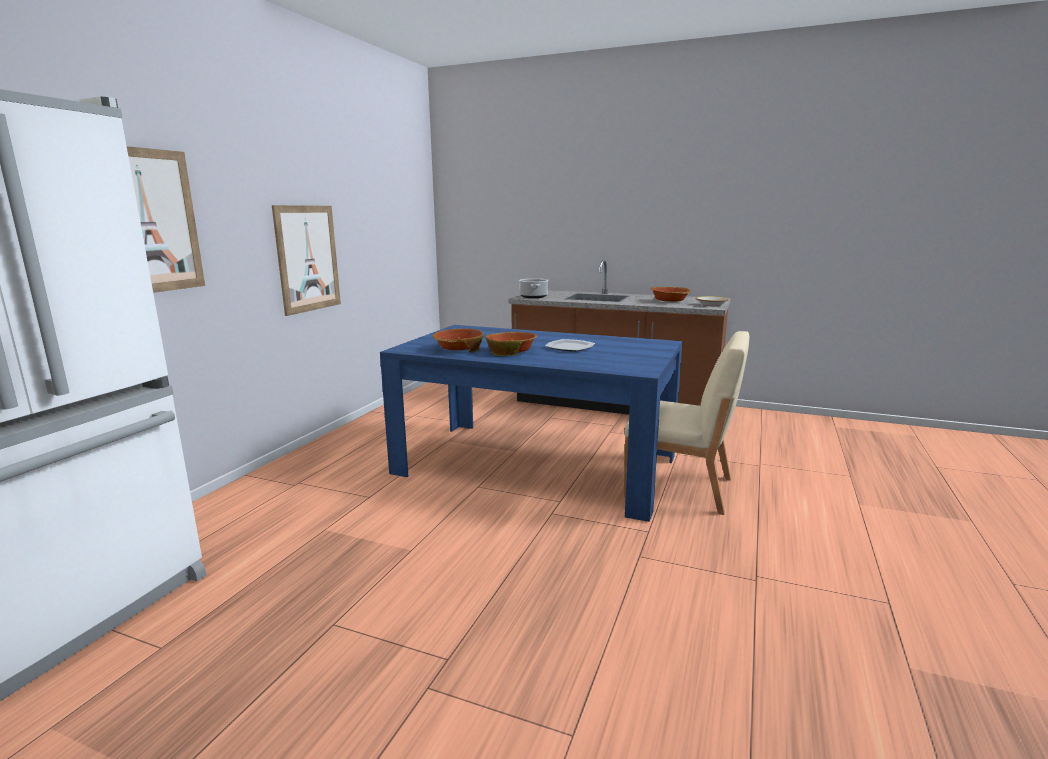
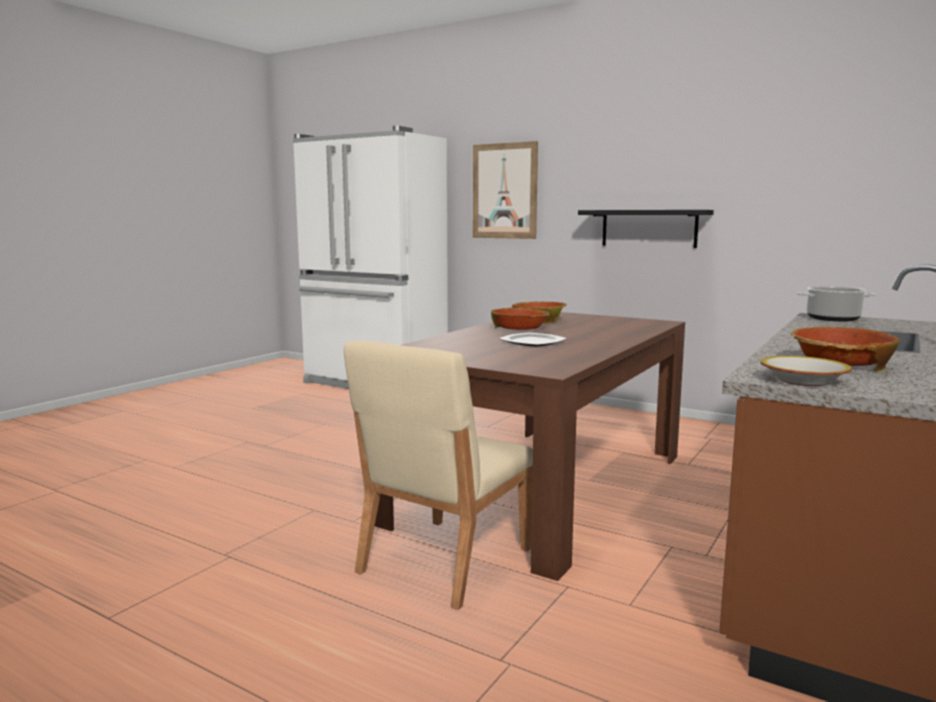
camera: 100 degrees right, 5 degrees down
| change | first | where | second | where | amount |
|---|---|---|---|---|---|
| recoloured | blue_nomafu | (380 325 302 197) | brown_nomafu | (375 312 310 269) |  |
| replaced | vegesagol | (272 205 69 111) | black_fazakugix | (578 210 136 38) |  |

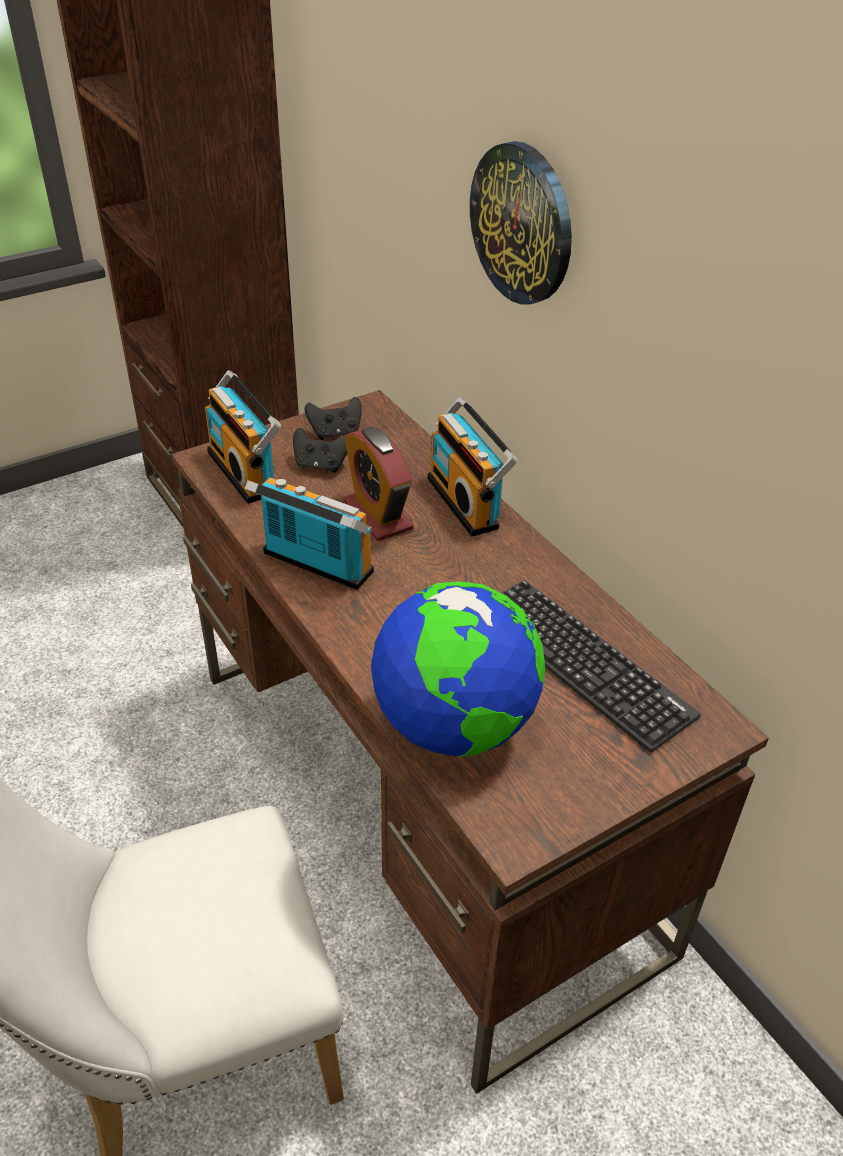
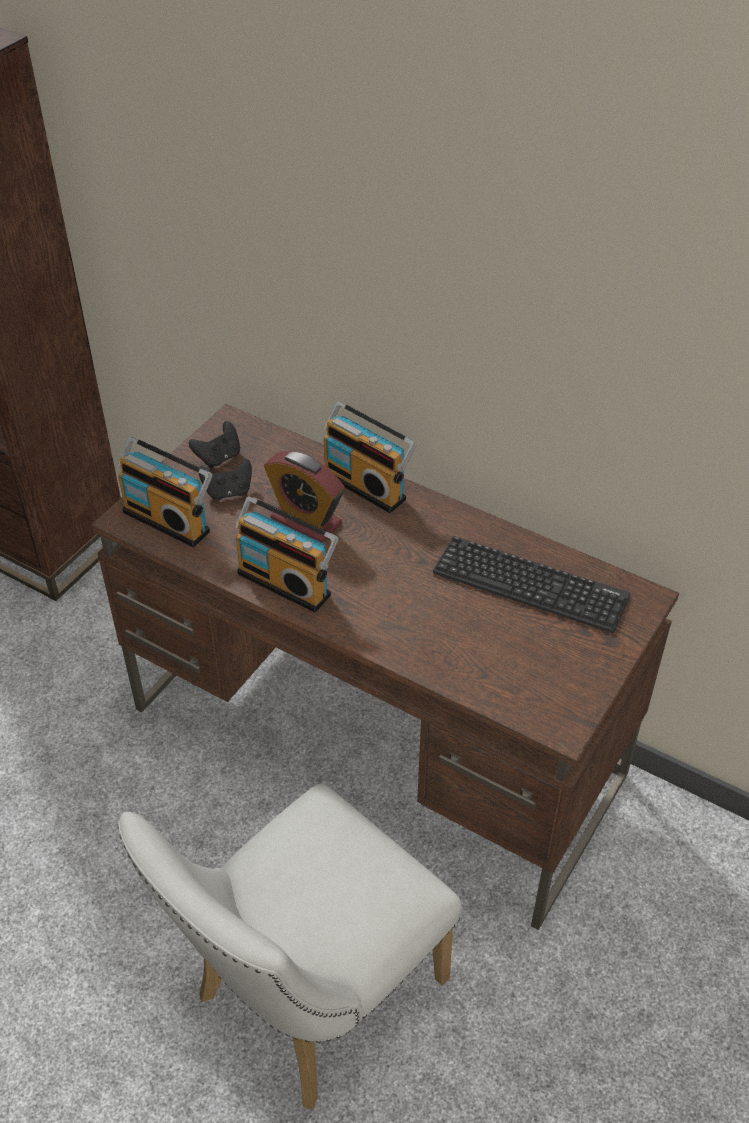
camera: 25 degrees left, 5 degrees up
| change | first | where | second | where | amount |
|---|---|---|---|---|---|
| turned | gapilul | (244 477 130 113) |  | (235 496 104 117) | 150 degrees counterclockwise |
| removed | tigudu | (371 581 174 176) |  |  |  |
| removed | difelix | (470 141 102 164) |  |  |  |

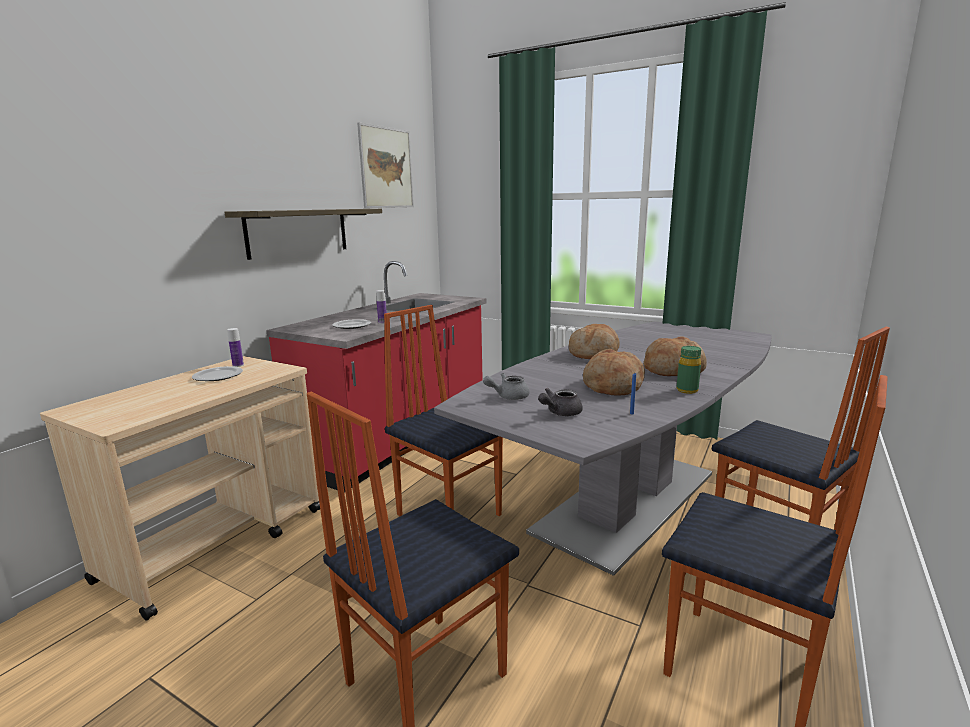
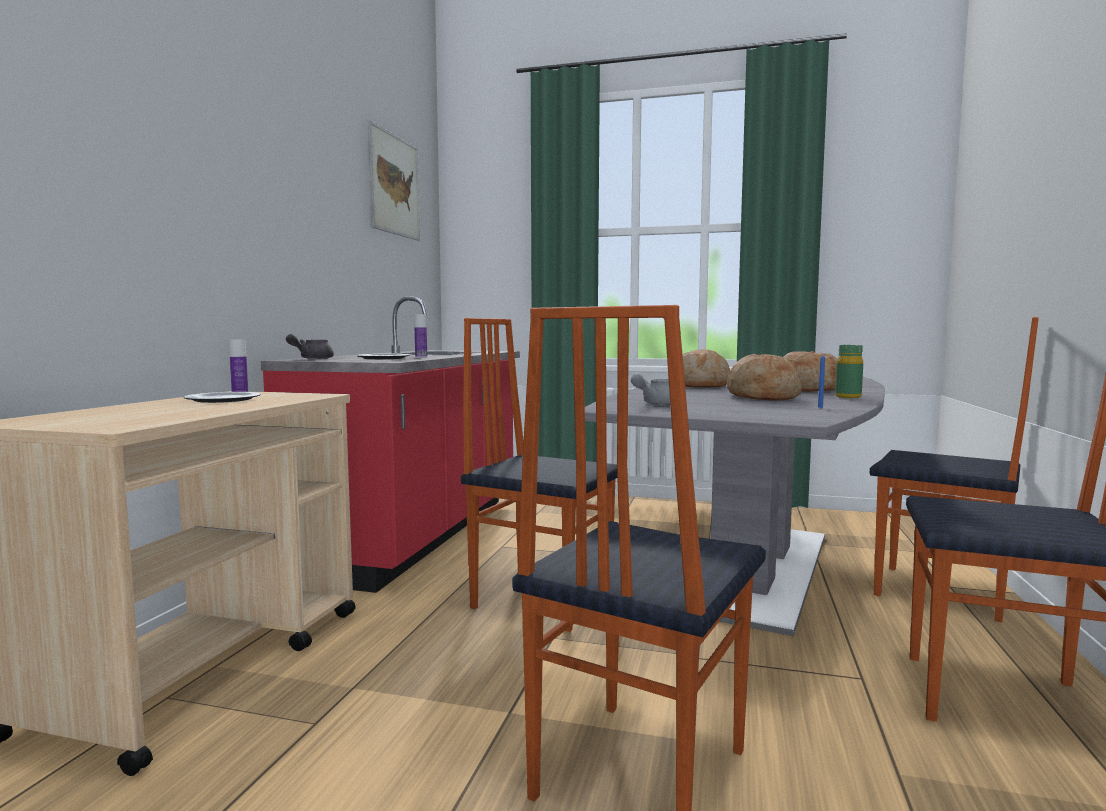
camera: 15 degrees left, 10 degrees down
| change | first | where | second | where | amount |
|---|---|---|---|---|---|
| moved | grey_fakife | (538 388 45 28) |  | (286 334 48 25) |  |
| removed | fazakugix | (225 209 157 51) |  |  |  |

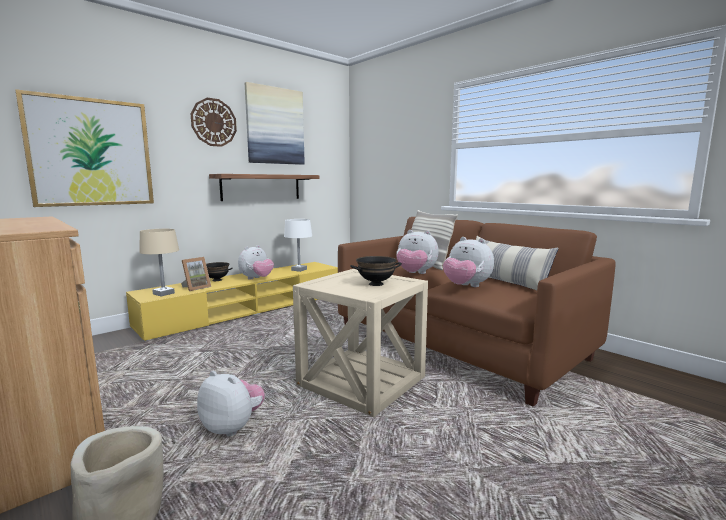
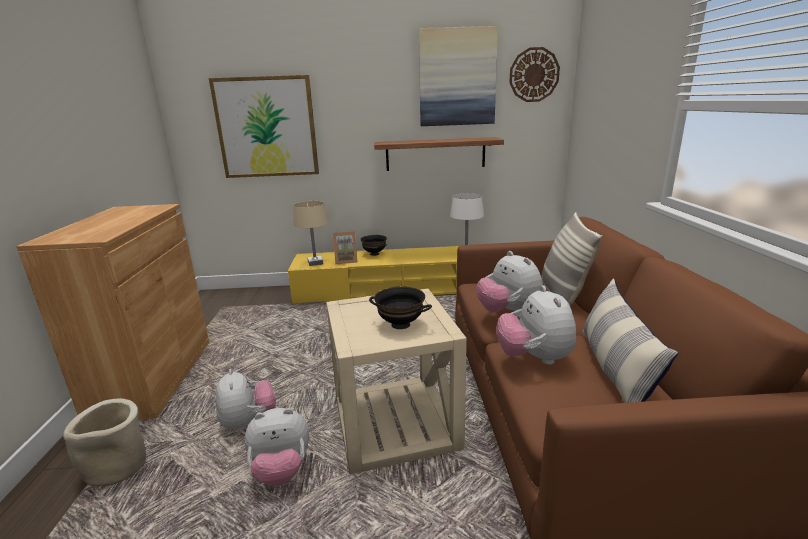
camera: 40 degrees right, 10 degrees up
| change | first | where | second | where | amount |
|---|---|---|---|---|---|
| moved | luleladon | (238 245 36 34) |  | (245 408 64 78) |  |
| moved | difelix | (191 98 46 49) |  | (509 47 51 55) |  |

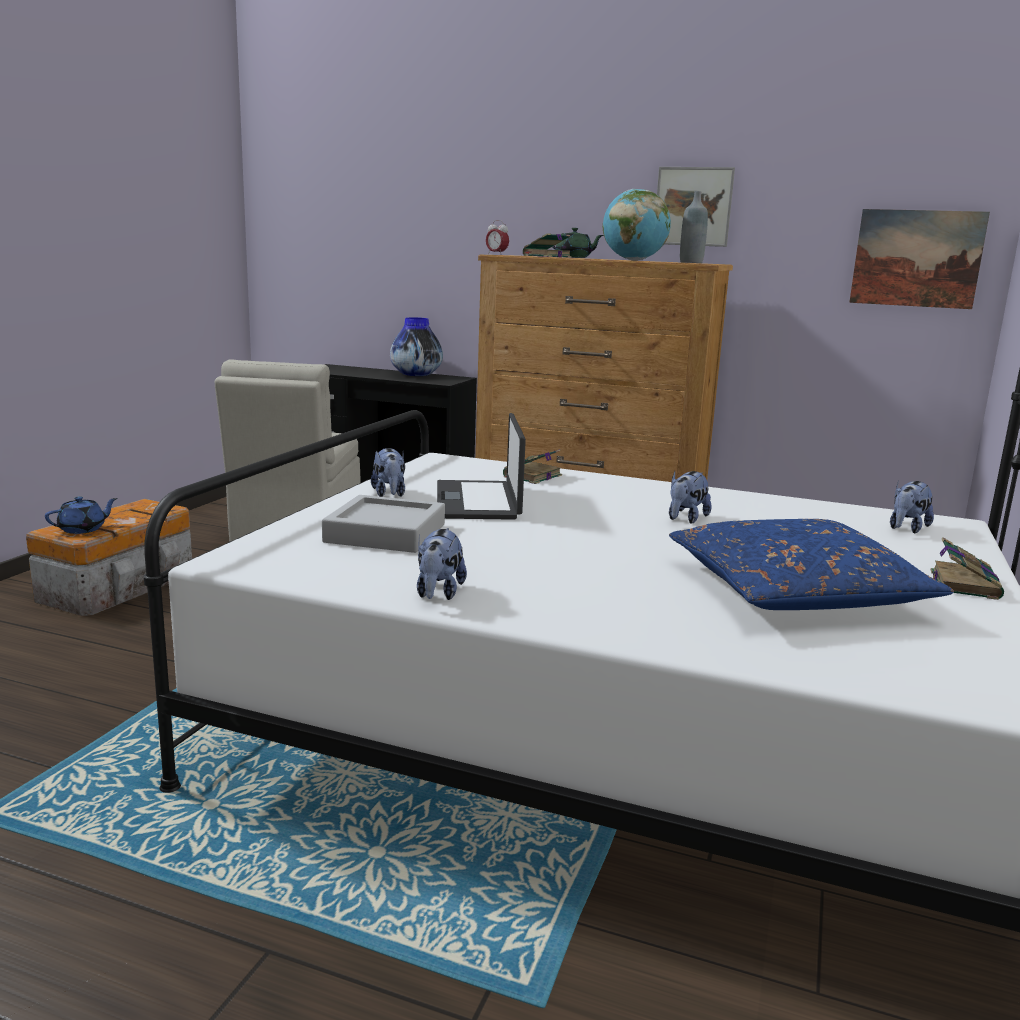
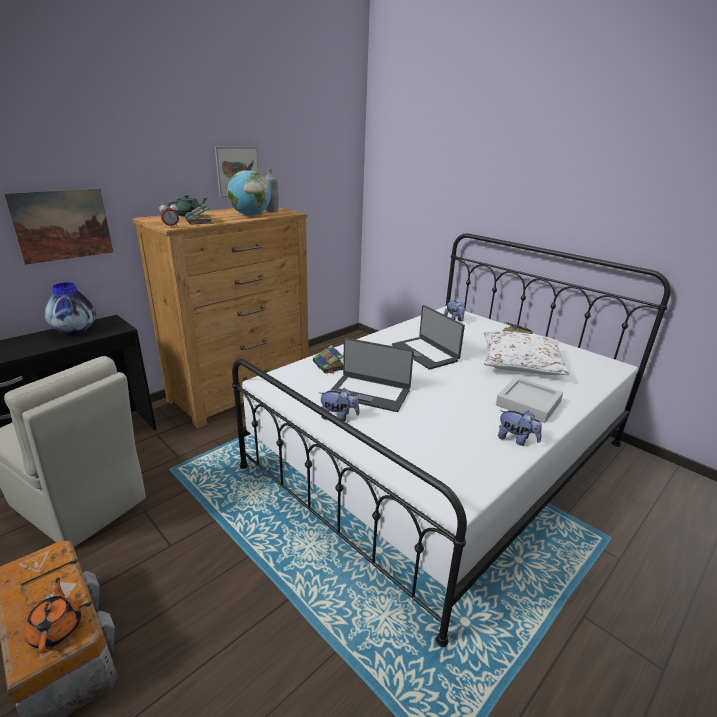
camera: 65 degrees left, 10 degrees up
| change | first | where | second | where | amount |
|---|---|---|---|---|---|
| moved | vegesagol | (849 209 141 100) |  | (4 188 109 77) |  |
| recoloured | blue_fakife | (45 496 72 38) | orange_fakife | (25 578 56 76) |  |
| replaced | luleladon | (669 471 43 53) | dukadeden | (392 305 73 65) |  |
| recoloured | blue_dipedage | (669 519 285 91) | white_dipedage | (483 331 87 44) |  |
| moved | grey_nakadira | (322 495 123 58) |  | (496 377 67 46) |  |

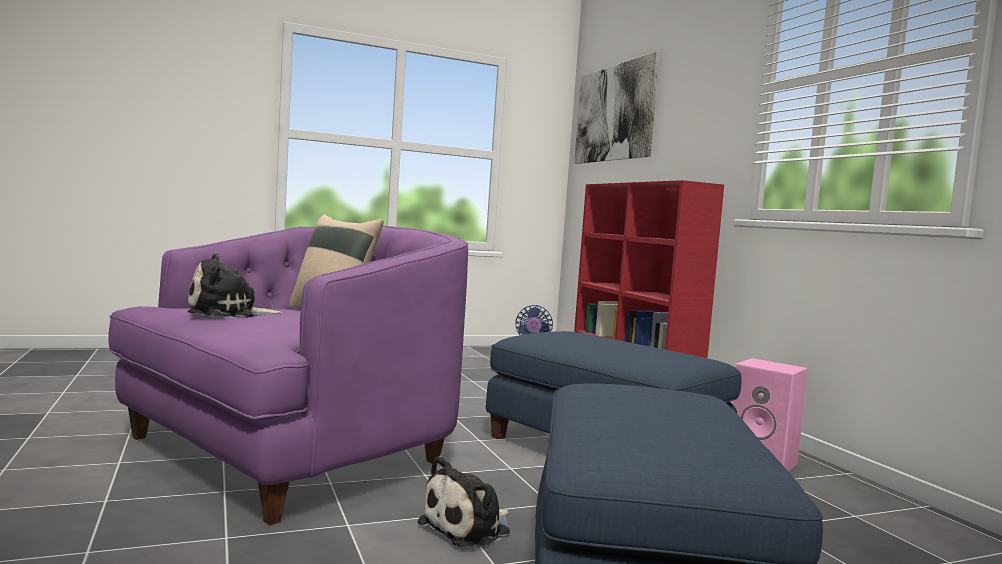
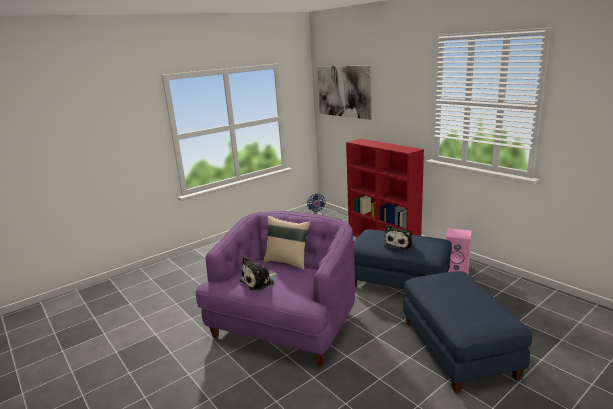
camera: 15 degrees left, 15 degrees up
| change | first | where | second | where | amount |
|---|---|---|---|---|---|
| moved | luleladon | (417 455 93 93) |  | (384 225 29 25) |  |

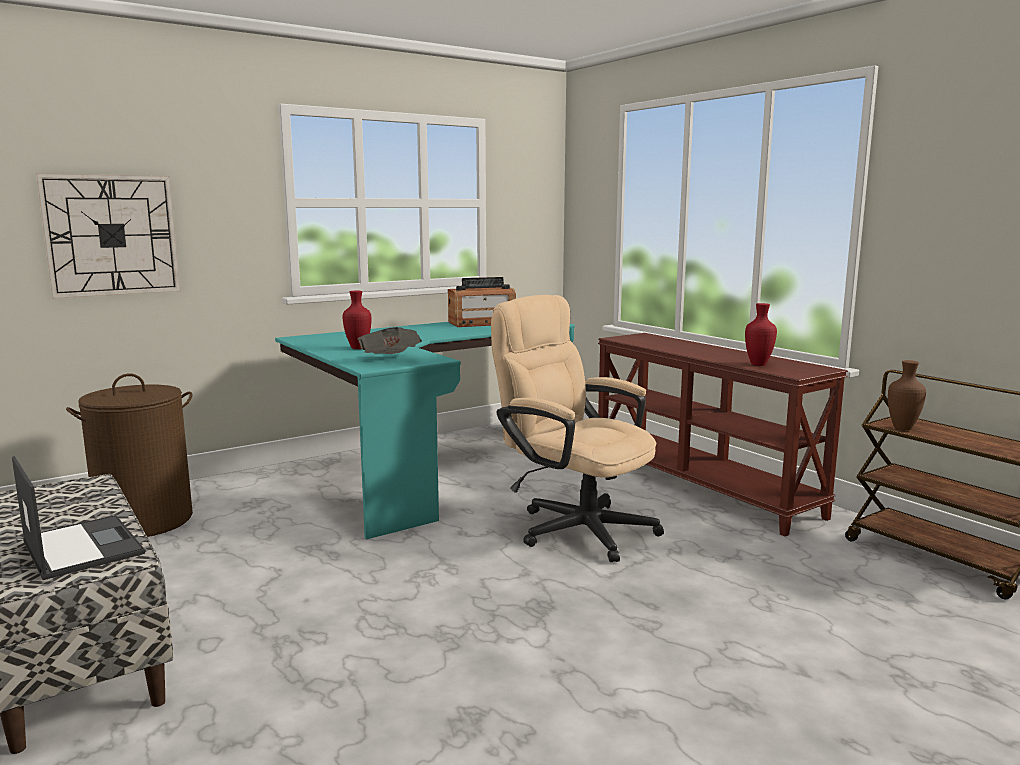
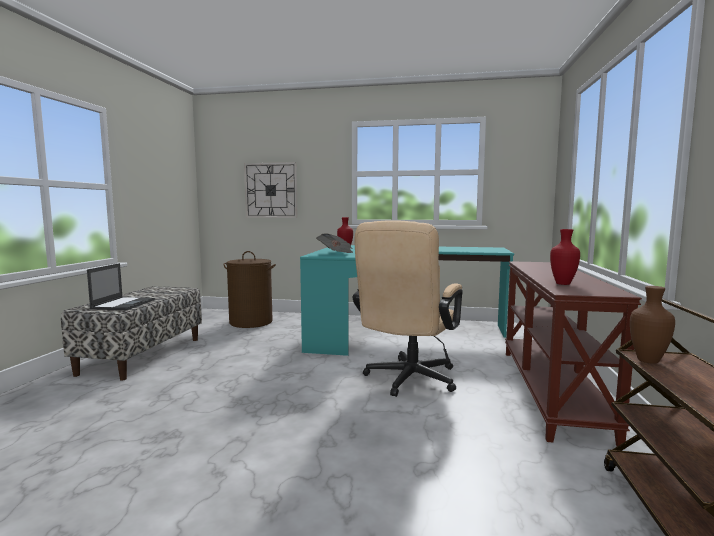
camera: 45 degrees right, 5 degrees down
| change | first | where | second | where | amount |
|---|---|---|---|---|---|
| turned | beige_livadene | (491 295 173 267) |  | (353 220 110 177) | 150 degrees counterclockwise |
| removed | gapilul | (448 277 68 50) |  |  |  |

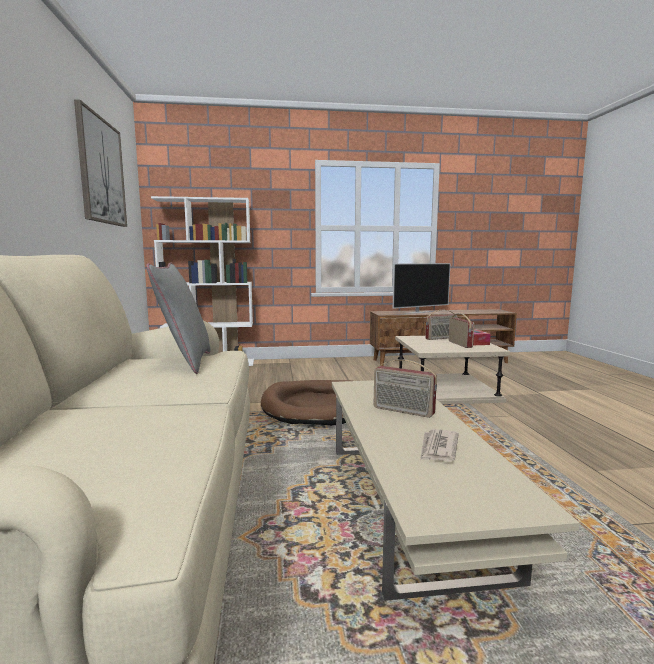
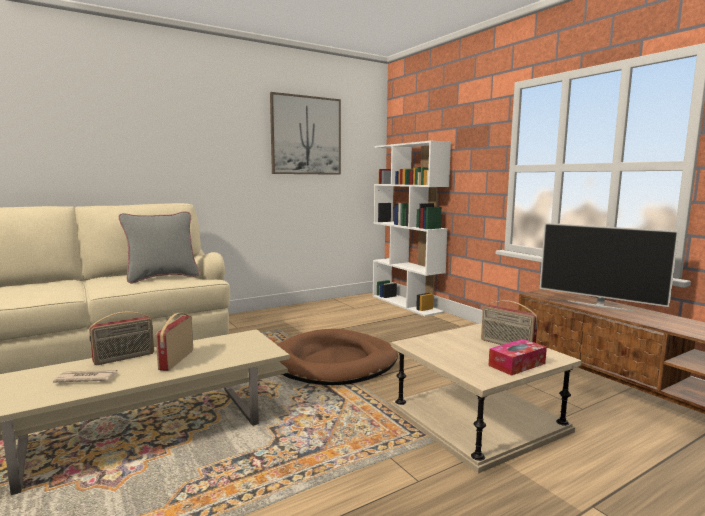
camera: 65 degrees right, 0 degrees up
| change | first | where | second | where | amount |
|---|---|---|---|---|---|
| moved | gapilul | (449 313 25 35) |  | (89 312 65 53) |  |

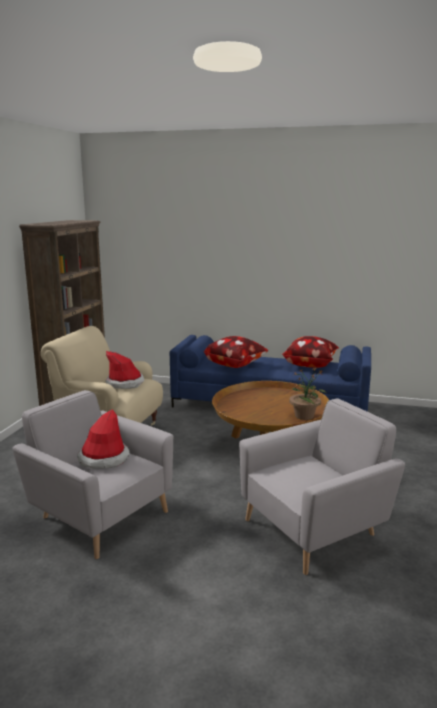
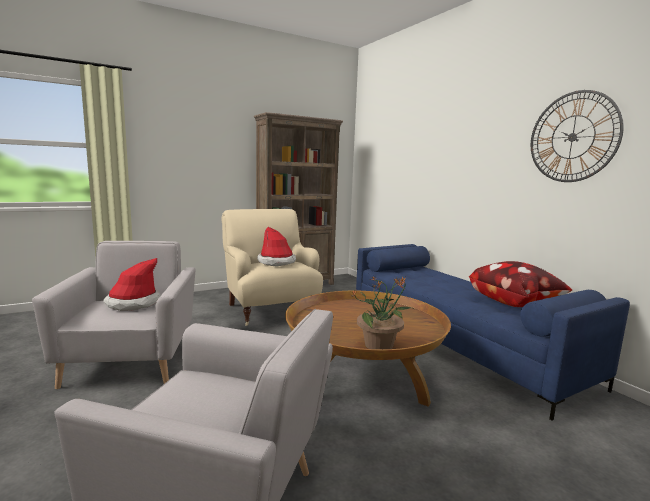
camera: 45 degrees right, 5 degrees down
| change | first | where | second | where | amount |
|---|---|---|---|---|---|
| added |  |  | difelix | (531 90 93 92) |  |
| removed | dipedage | (204 336 64 32) |  |  |  |

